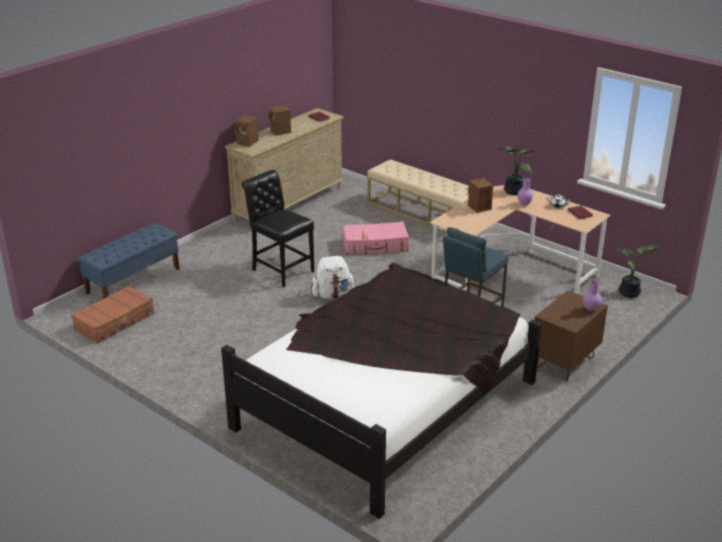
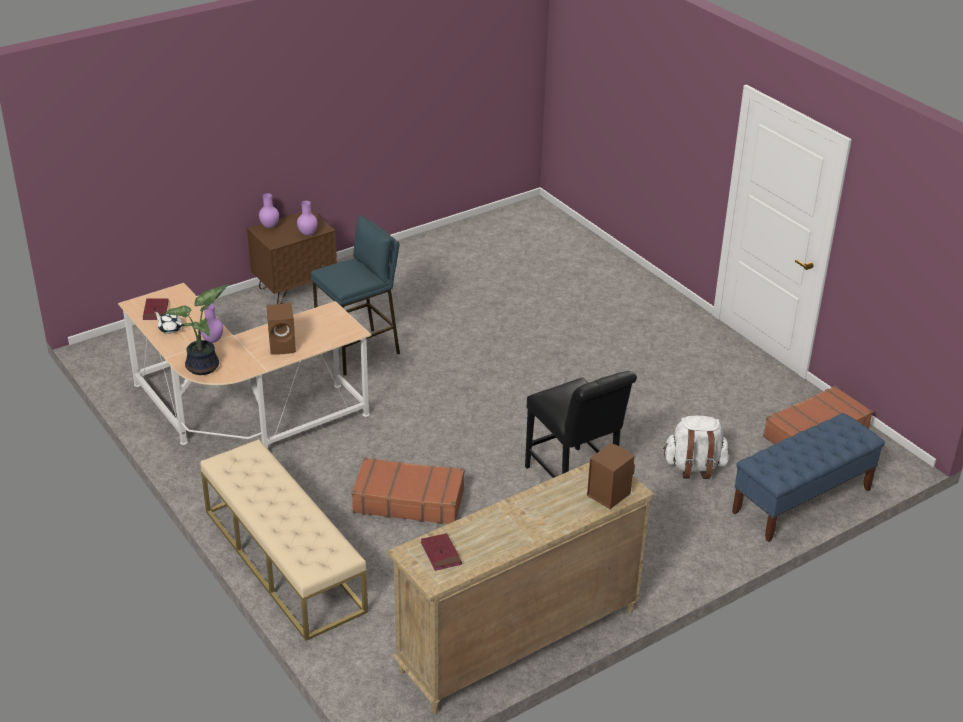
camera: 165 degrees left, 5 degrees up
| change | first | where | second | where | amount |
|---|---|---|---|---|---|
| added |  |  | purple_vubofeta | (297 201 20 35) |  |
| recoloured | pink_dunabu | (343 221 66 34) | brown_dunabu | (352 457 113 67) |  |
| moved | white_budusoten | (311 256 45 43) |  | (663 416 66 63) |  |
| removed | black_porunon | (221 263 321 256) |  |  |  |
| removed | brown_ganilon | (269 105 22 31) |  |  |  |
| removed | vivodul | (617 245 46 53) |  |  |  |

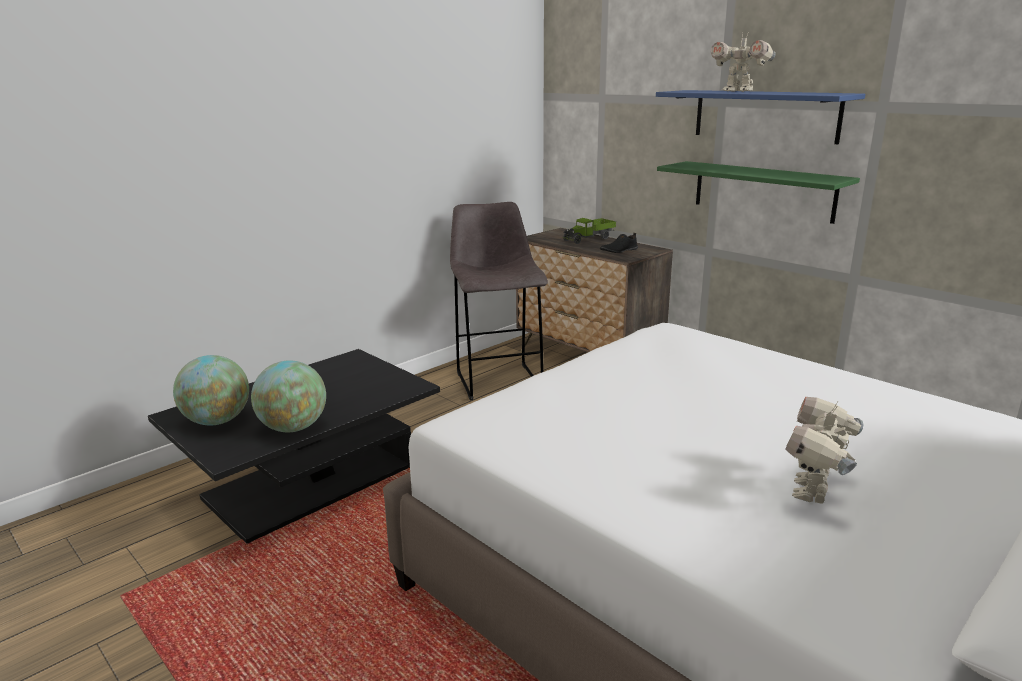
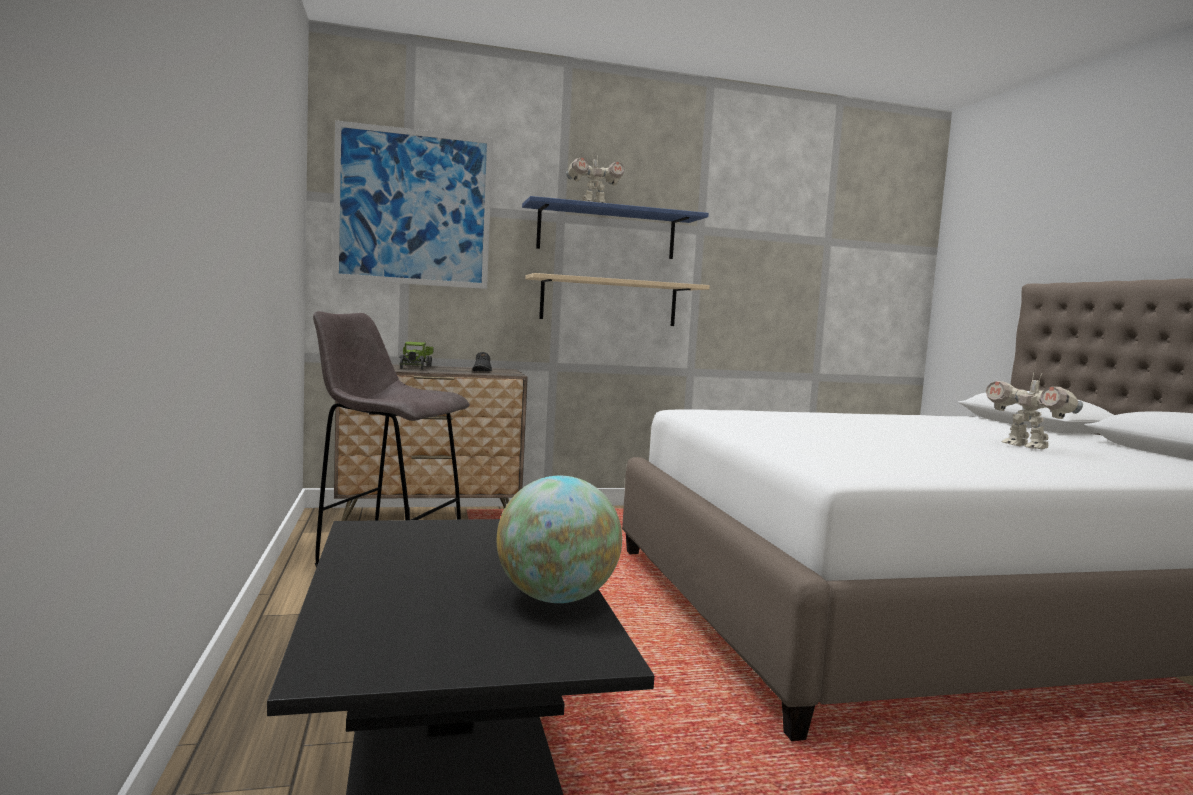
camera: 60 degrees left, 15 degrees down
| change | first | where | second | where | amount |
|---|---|---|---|---|---|
| added |  |  | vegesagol | (332 120 161 169) |  |
| recoloured | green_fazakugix | (657 161 203 63) | beige_fazakugix | (525 273 185 53) |  |
| removed | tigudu | (173 355 76 70) |  |  |  |

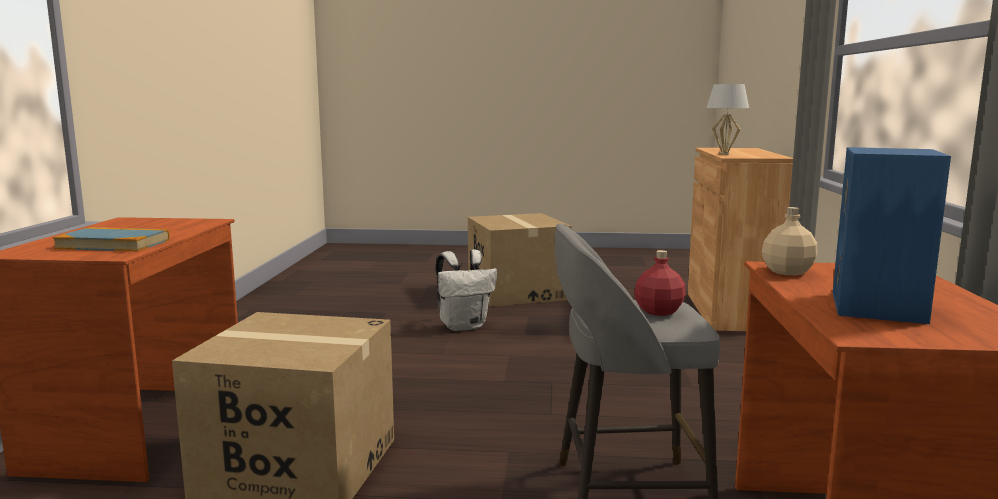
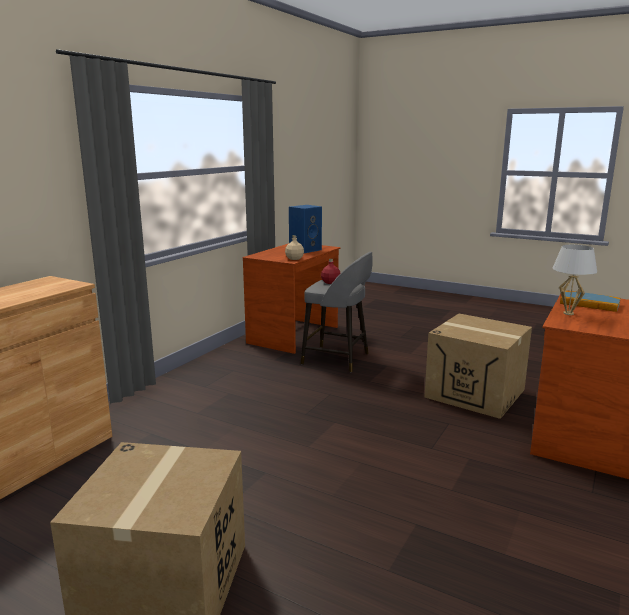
camera: 155 degrees left, 5 degrees up
| change | first | where | second | where | amount |
|---|---|---|---|---|---|
| moved | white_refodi | (706 84 43 71) |  | (553 245 44 70) |  |
| removed | white_budusoten | (436 249 61 82) |  |  |  |

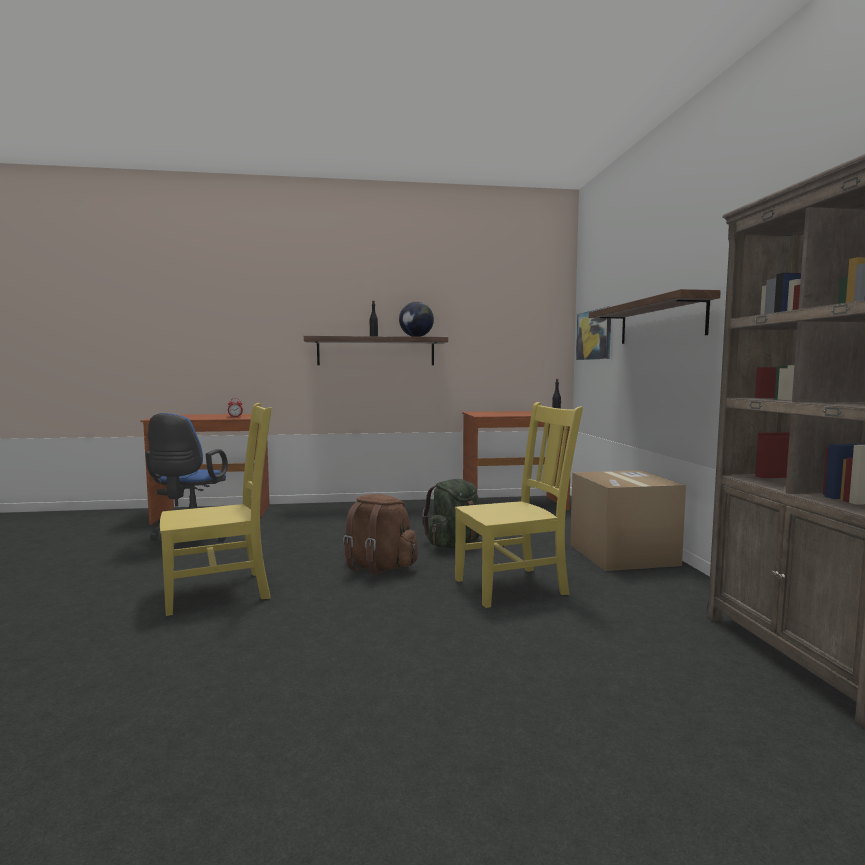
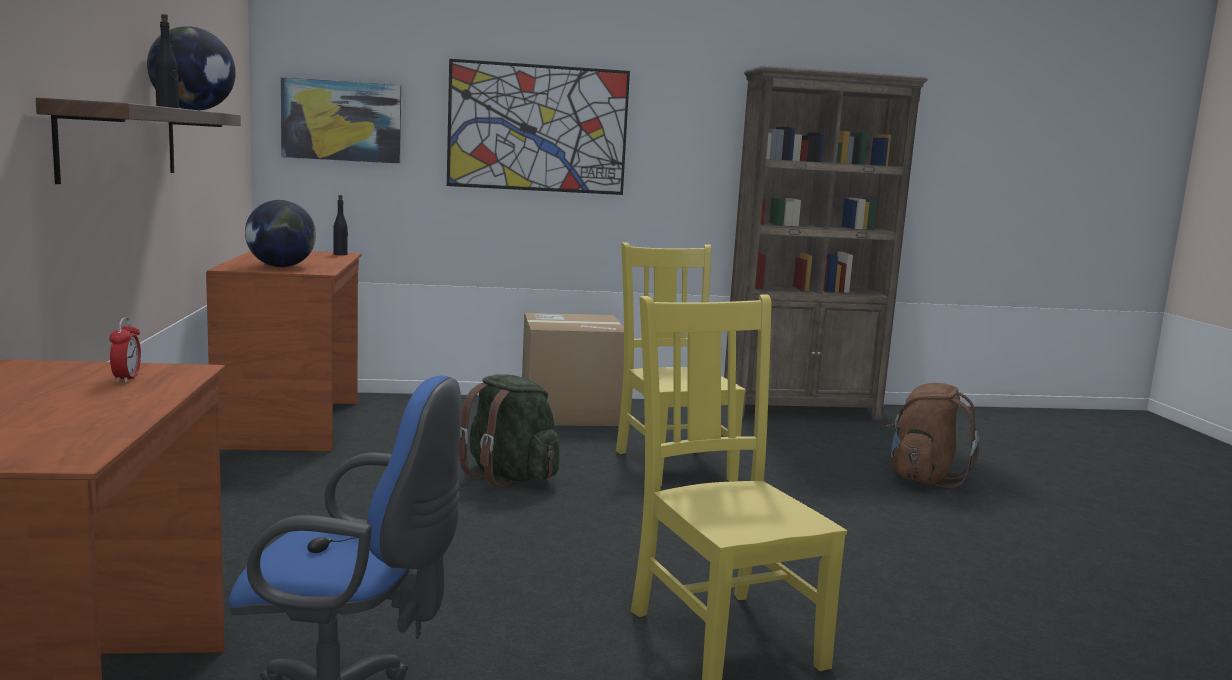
camera: 90 degrees left, 5 degrees up
| change | first | where | second | where | amount |
|---|---|---|---|---|---|
| added |  |  | tigudu | (245 200 71 67) |  |
| replaced | fazakugix | (589 289 132 55) | vegesagol | (447 59 183 136) |  |
| moved | brown_budusoten | (343 494 75 81) |  | (886 383 93 105) |  |

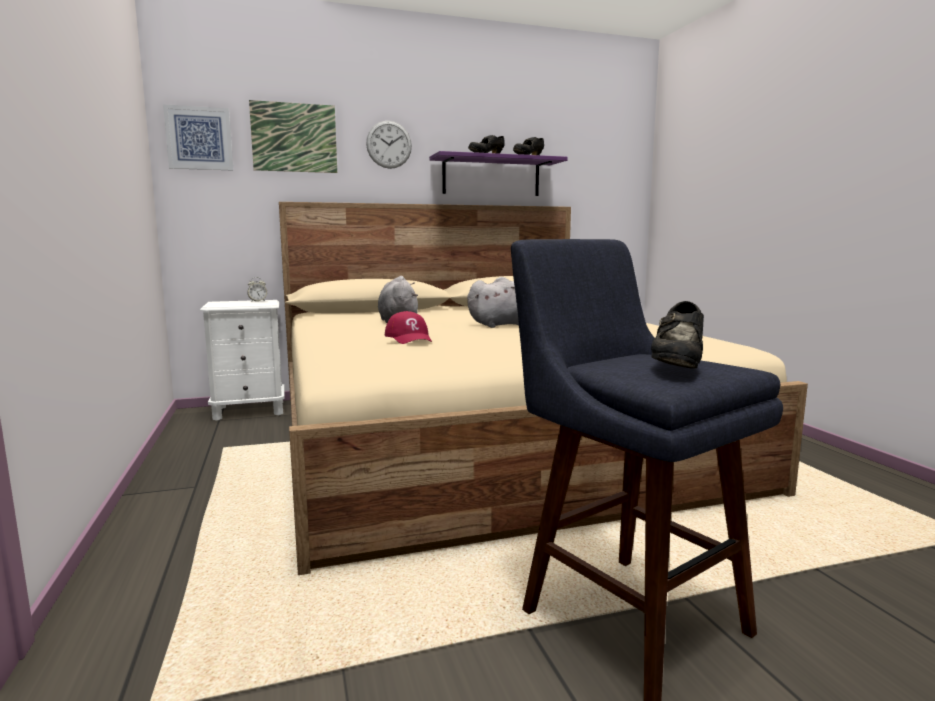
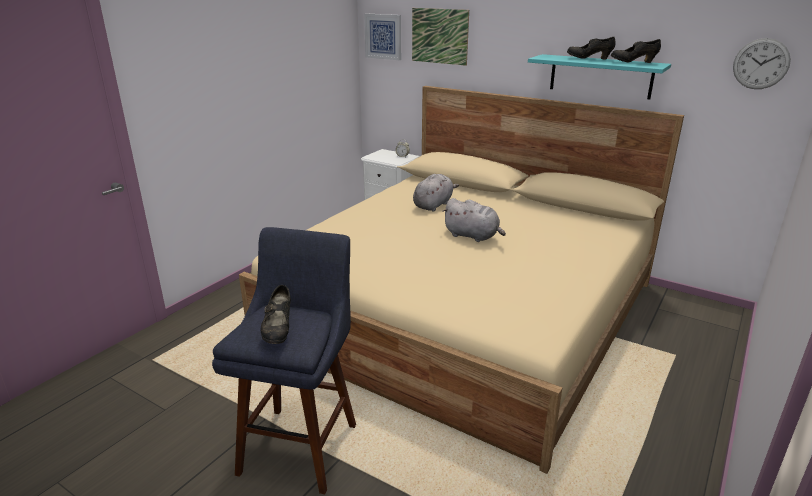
camera: 50 degrees right, 15 degrees up
| change | first | where | second | where | amount |
|---|---|---|---|---|---|
| turned | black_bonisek | (651 301 53 68) |  | (260 285 31 59) | 75 degrees counterclockwise |
| recoloured | purple_fazakugix | (429 151 139 45) | turquoise_fazakugix | (528 54 143 45) |  |
| moved | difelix | (366 121 46 48) |  | (733 38 58 51) |  |
| removed | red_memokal | (385 311 47 33) |  |  |  |

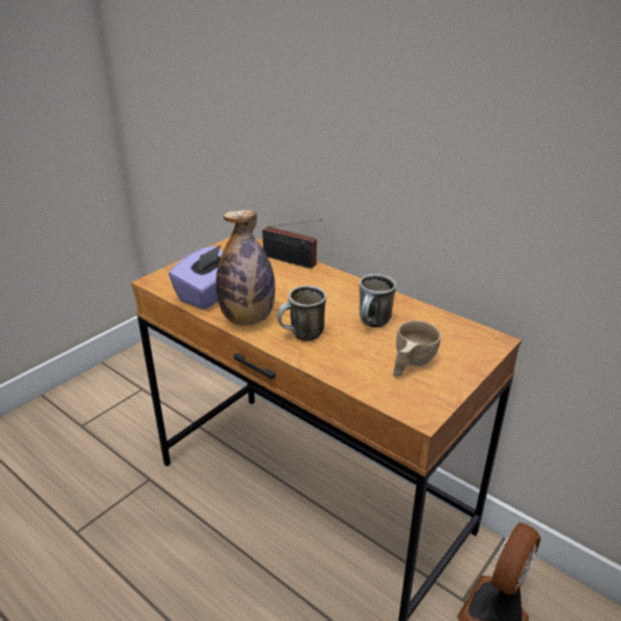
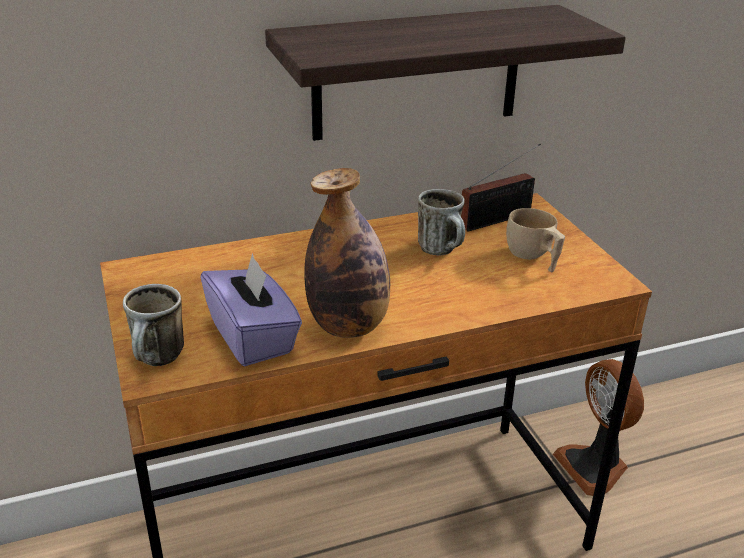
camera: 60 degrees left, 0 degrees up
| change | first | where | second | where | amount |
|---|---|---|---|---|---|
| moved | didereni | (277 285 49 56) |  | (123 284 61 82) |  |
| added |  |  | fazakugix | (265 5 361 136) |  |
| moved | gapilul | (262 220 60 49) |  | (461 144 80 87) |  |

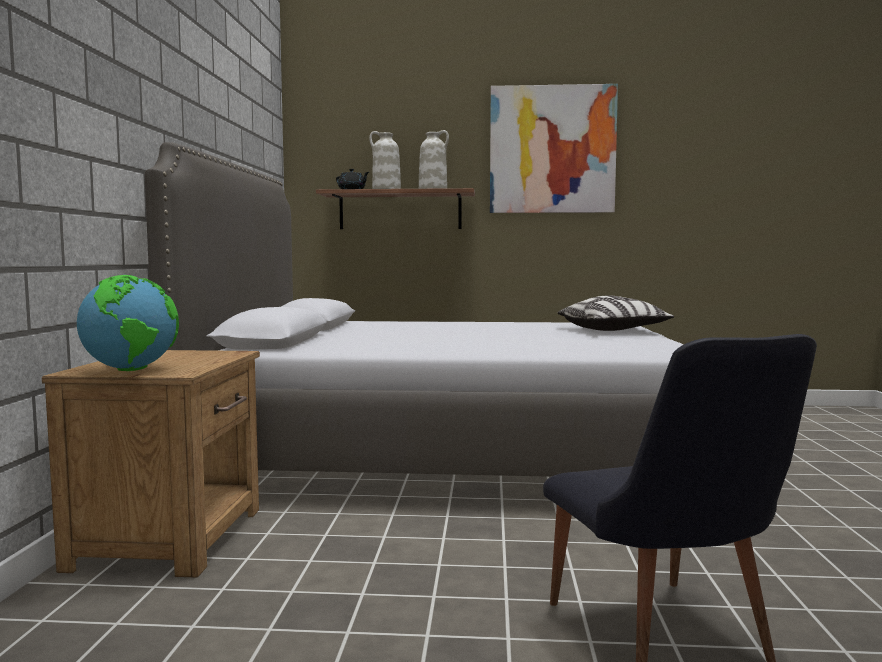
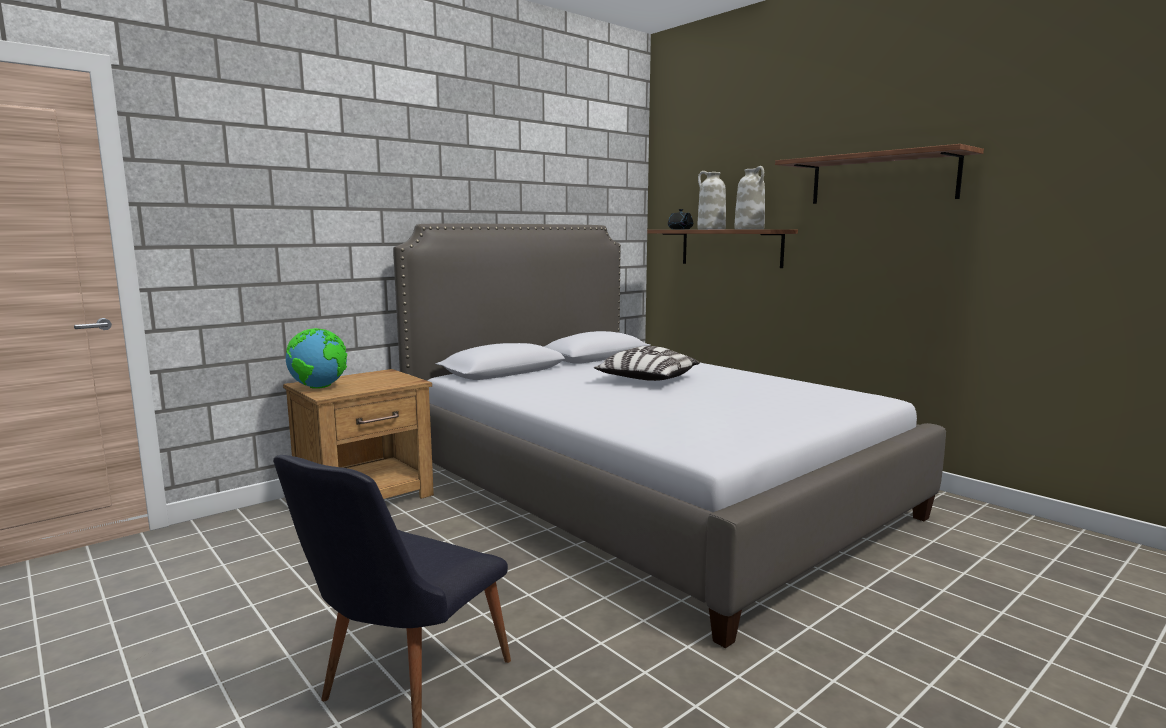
camera: 45 degrees right, 5 degrees up
| change | first | where | second | where | amount |
|---|---|---|---|---|---|
| moved | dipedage | (558 295 116 36) |  | (594 346 105 35) |  |
| replaced | vegesagol | (490 84 128 129) | fazakugix | (775 144 209 60) |  |

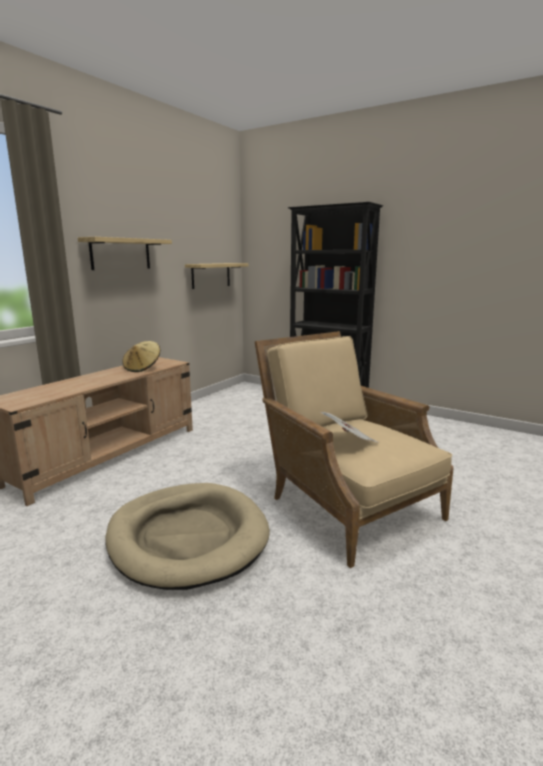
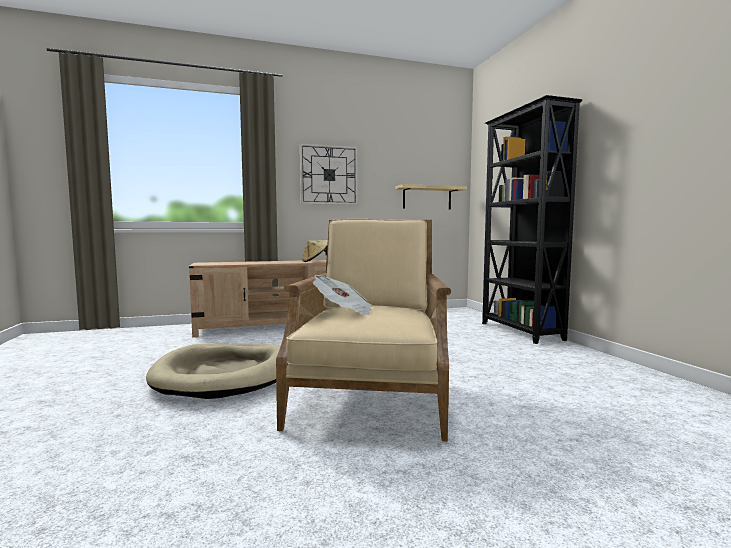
camera: 40 degrees right, 10 degrees down
| change | first | where | second | where | amount |
|---|---|---|---|---|---|
| replaced | fazakugix | (78 237 94 33) | difelix | (300 143 58 62) |  |

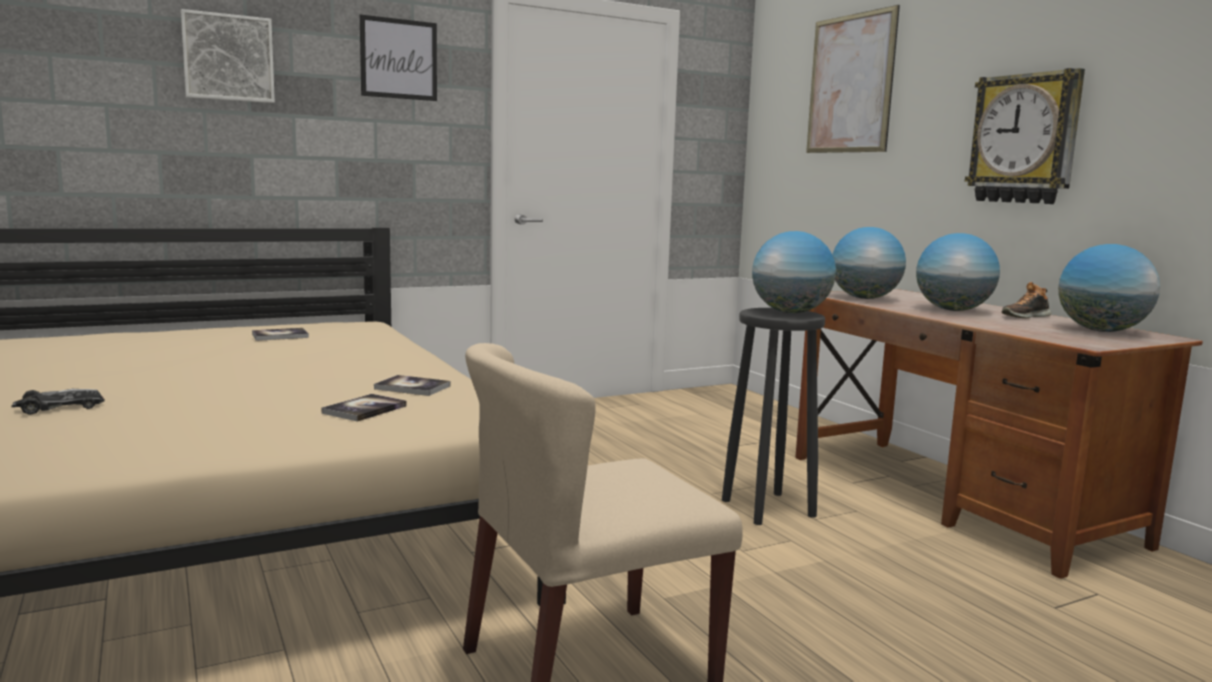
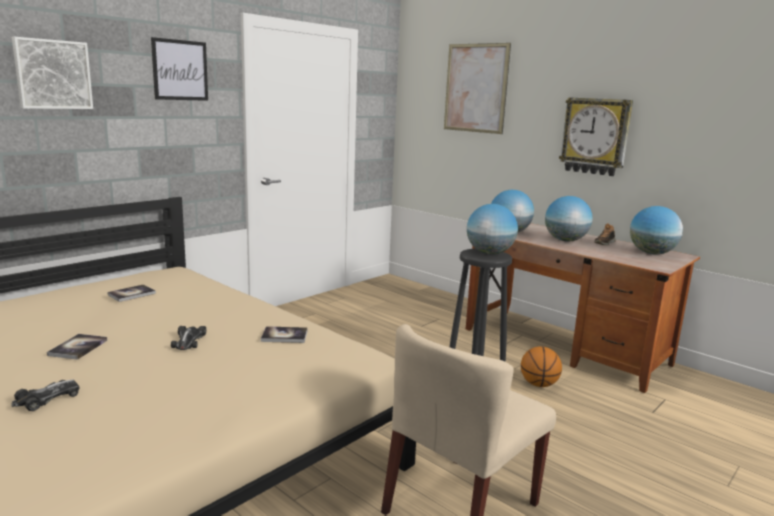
camera: 20 degrees left, 5 degrees up
| change | first | where | second | where | amount |
|---|---|---|---|---|---|
| moved | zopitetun | (322 394 85 28) |  | (47 334 60 26) |  |
| added |  |  | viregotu | (171 326 35 24) |  |
| added |  |  | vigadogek | (521 346 41 41) |  |

